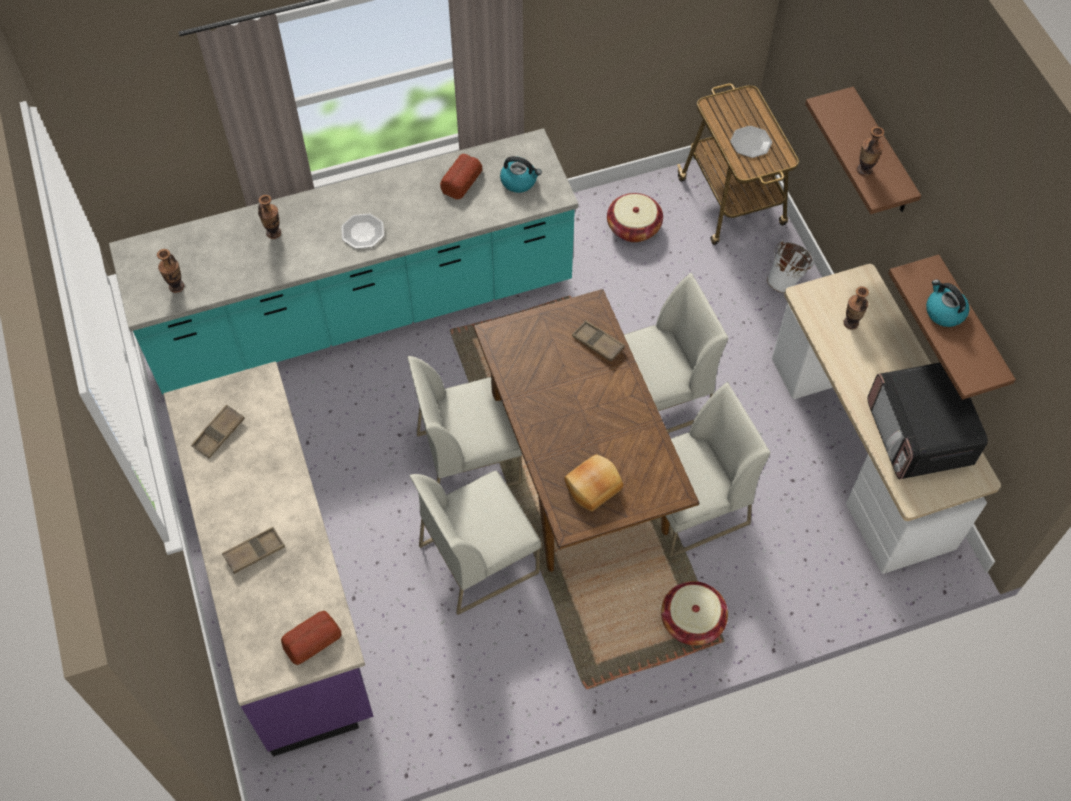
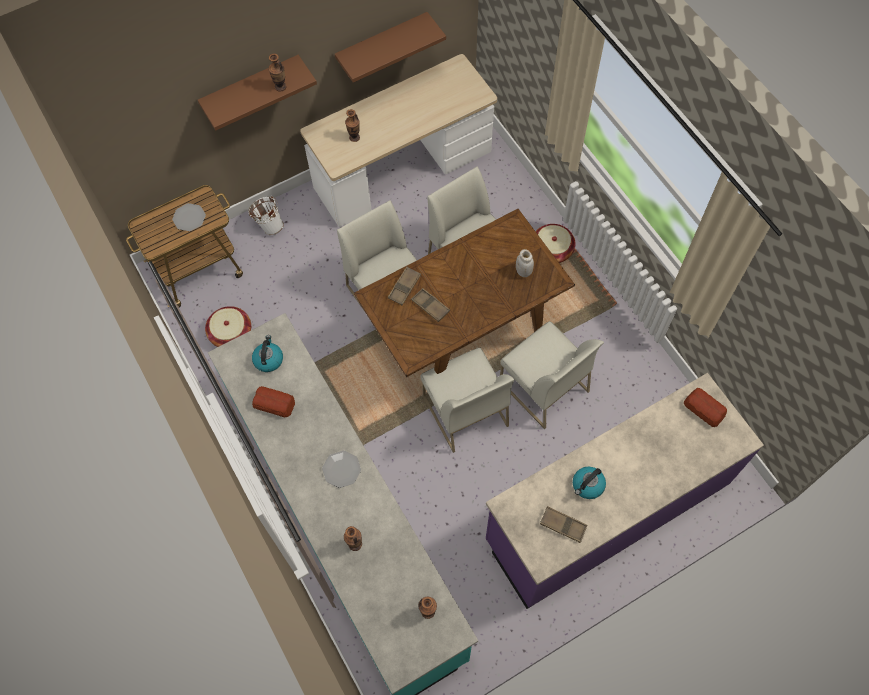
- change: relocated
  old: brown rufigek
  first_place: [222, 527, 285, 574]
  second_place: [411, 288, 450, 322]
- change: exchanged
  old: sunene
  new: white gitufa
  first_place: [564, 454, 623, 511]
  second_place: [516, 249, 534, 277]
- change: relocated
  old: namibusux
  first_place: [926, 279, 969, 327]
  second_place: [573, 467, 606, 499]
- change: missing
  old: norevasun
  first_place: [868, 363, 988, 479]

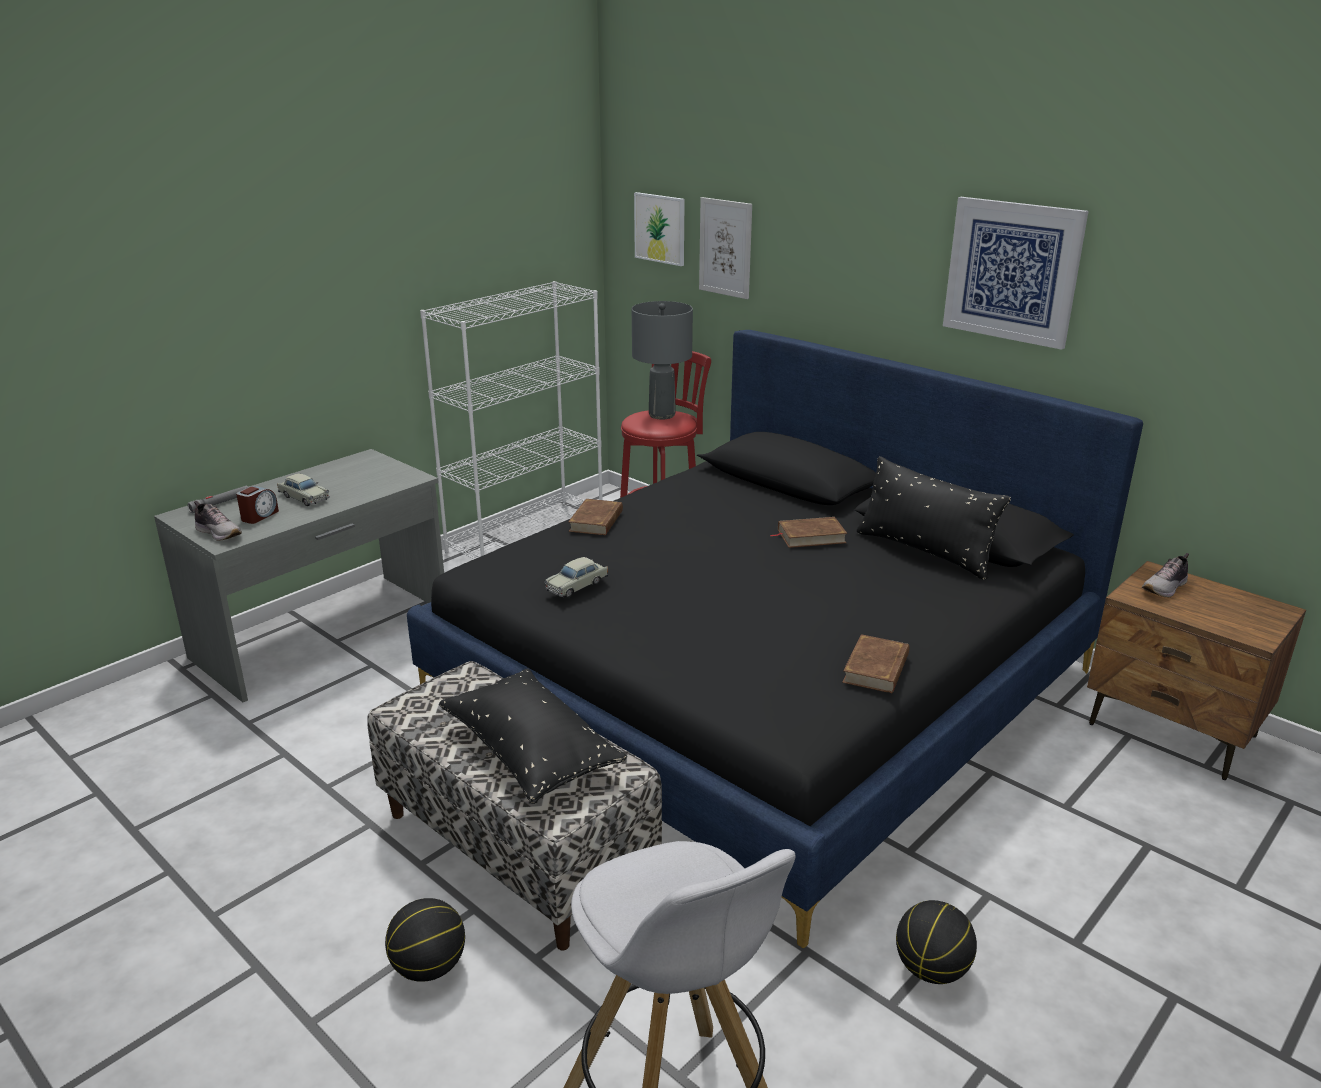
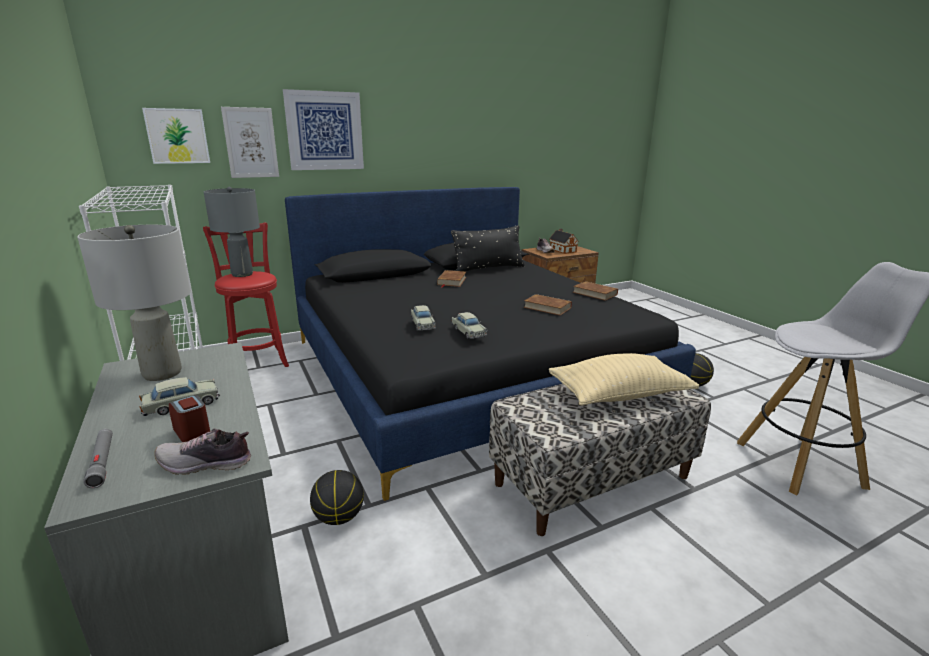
- change: appeared
  new: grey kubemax
  second_place: [77, 225, 191, 381]
- change: spun
  old: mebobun
  first_place: [194, 501, 242, 541]
  second_place: [155, 429, 251, 475]
  degrees: -150
- change: relocated
  old: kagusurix
  first_place: [943, 197, 1088, 350]
  second_place: [283, 89, 364, 170]
- change: relocated
  old: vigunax
  first_place: [385, 898, 465, 982]
  second_place: [310, 470, 364, 525]
- change: appeared
  new: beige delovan
  second_place: [411, 305, 436, 331]
- change: relocated
  old: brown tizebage
  first_place: [568, 499, 623, 535]
  second_place: [524, 294, 572, 315]
- change: appeared
  new: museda
  second_place: [549, 229, 579, 254]
- change: colour
  old: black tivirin
  new: beige tivirin
  first_place: [439, 668, 627, 804]
  second_place: [549, 353, 699, 406]

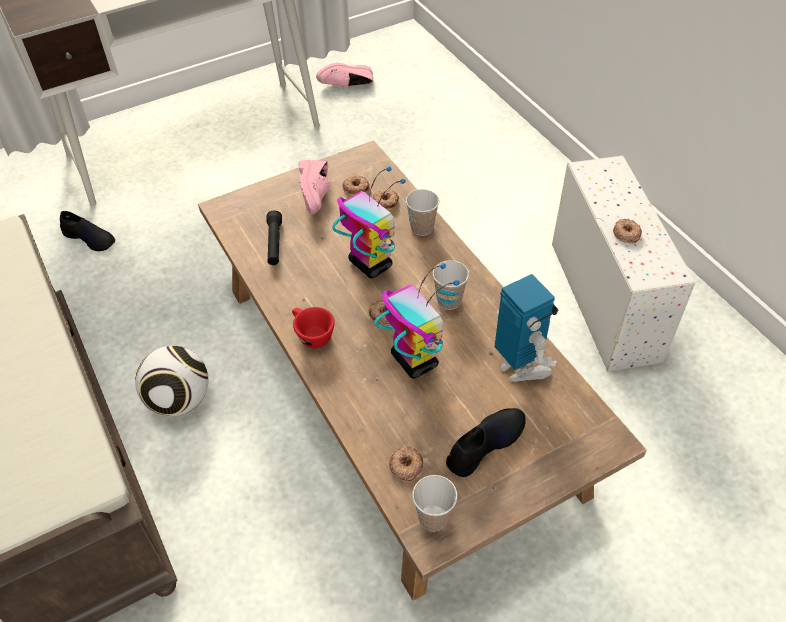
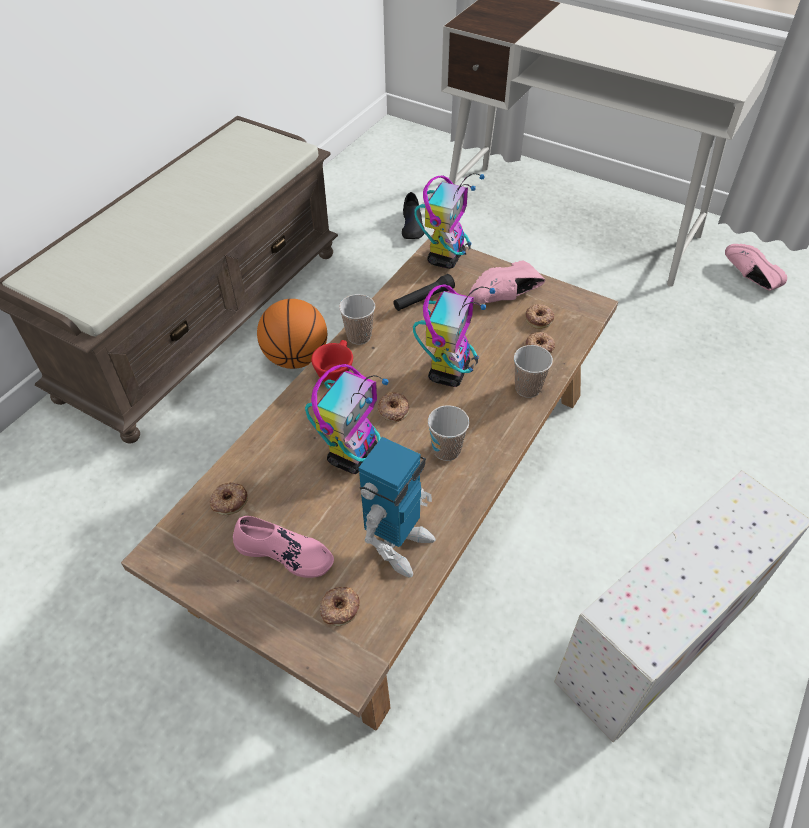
- change: colour
  old: black mebobun
  new: pink mebobun
  first_place: [446, 408, 526, 477]
  second_place: [233, 516, 334, 578]
- change: exchanged
  old: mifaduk
  new: vigunax
  first_place: [135, 346, 209, 417]
  second_place: [257, 299, 327, 369]
- change: relocated
  old: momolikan
  first_place: [613, 219, 642, 244]
  second_place: [320, 587, 360, 626]
- change: relocated
  old: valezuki
  first_place: [412, 475, 458, 532]
  second_place: [339, 294, 375, 345]
- change: appeared
  new: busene
  second_place: [414, 173, 485, 269]

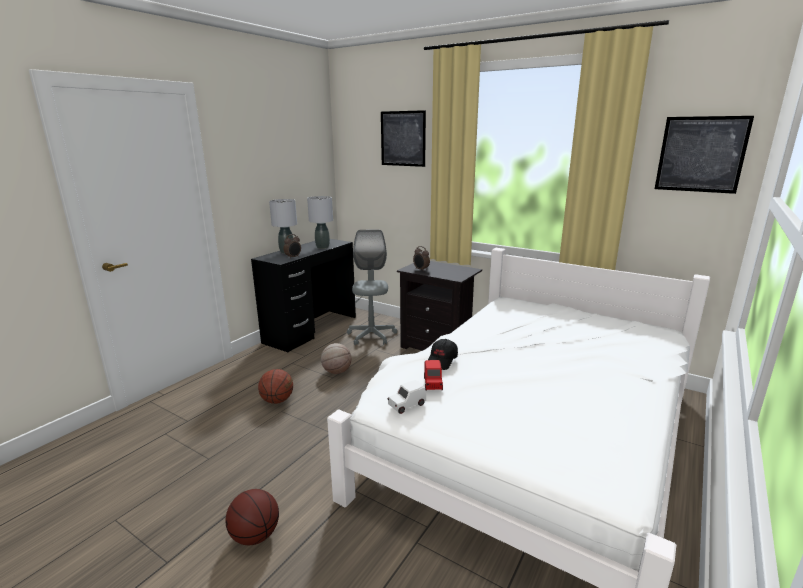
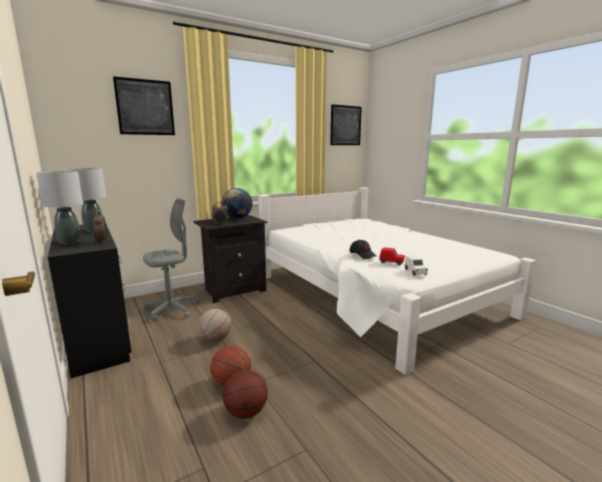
- change: spun
  old: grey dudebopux
  first_place: [347, 230, 397, 345]
  second_place: [143, 198, 199, 322]
  degrees: 120
- change: appeared
  new: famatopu
  second_place: [221, 188, 253, 219]
- change: relocated
  old: vigunax
  first_place: [226, 489, 279, 545]
  second_place: [223, 370, 268, 419]

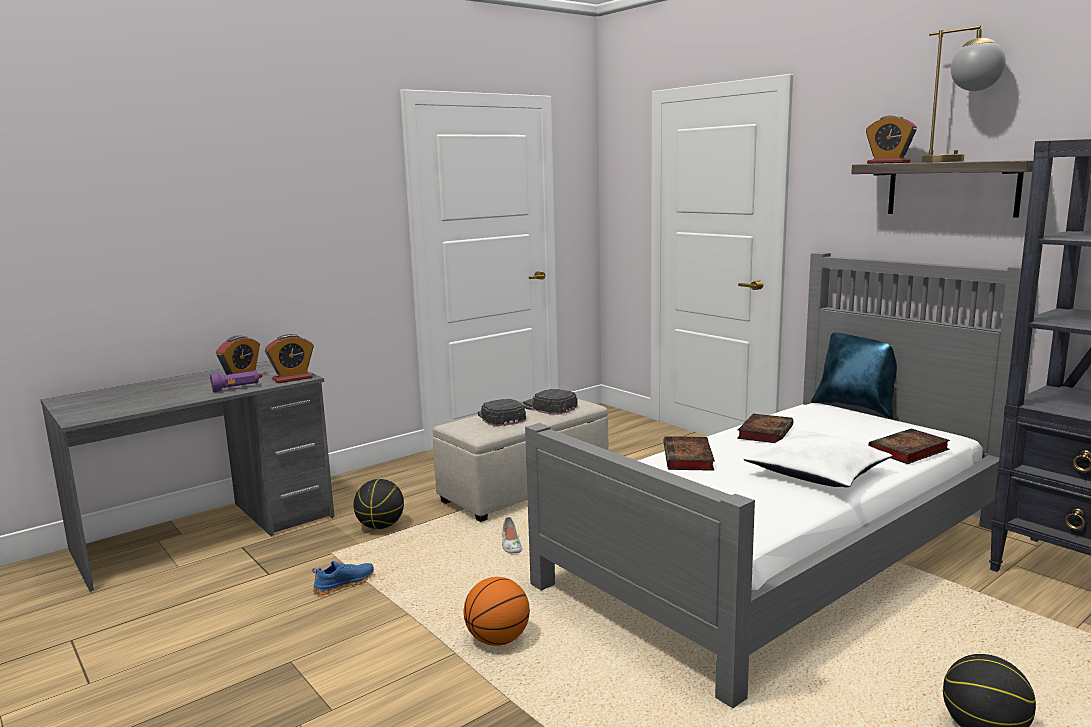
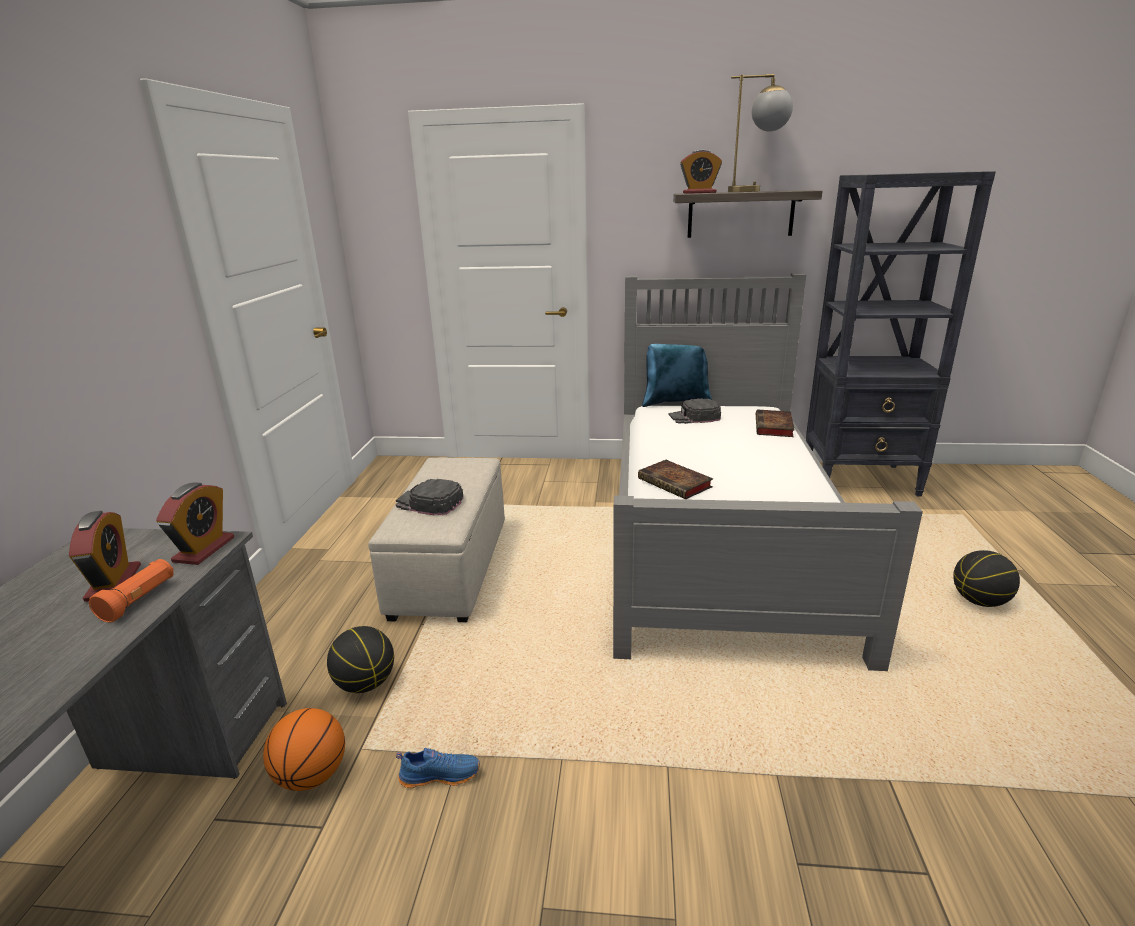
- change: colour
  old: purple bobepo
  new: orange bobepo
  first_place: [210, 370, 259, 392]
  second_place: [89, 559, 174, 622]
- change: relocated
  old: vigunax
  first_place: [464, 577, 530, 646]
  second_place: [263, 708, 345, 791]
- change: spun
  old: blue mebobun
  first_place: [312, 561, 374, 595]
  second_place: [396, 748, 480, 788]
  degrees: 75
- change: relocated
  old: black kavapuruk
  first_place: [523, 389, 578, 415]
  second_place: [668, 398, 721, 424]
- change: missing
  old: white mebobun
  first_place: [502, 517, 522, 554]
- change: missing
  old: tizebage
  first_place: [737, 414, 793, 443]
- change: missing
  old: white tivirin
  first_place: [743, 431, 892, 487]

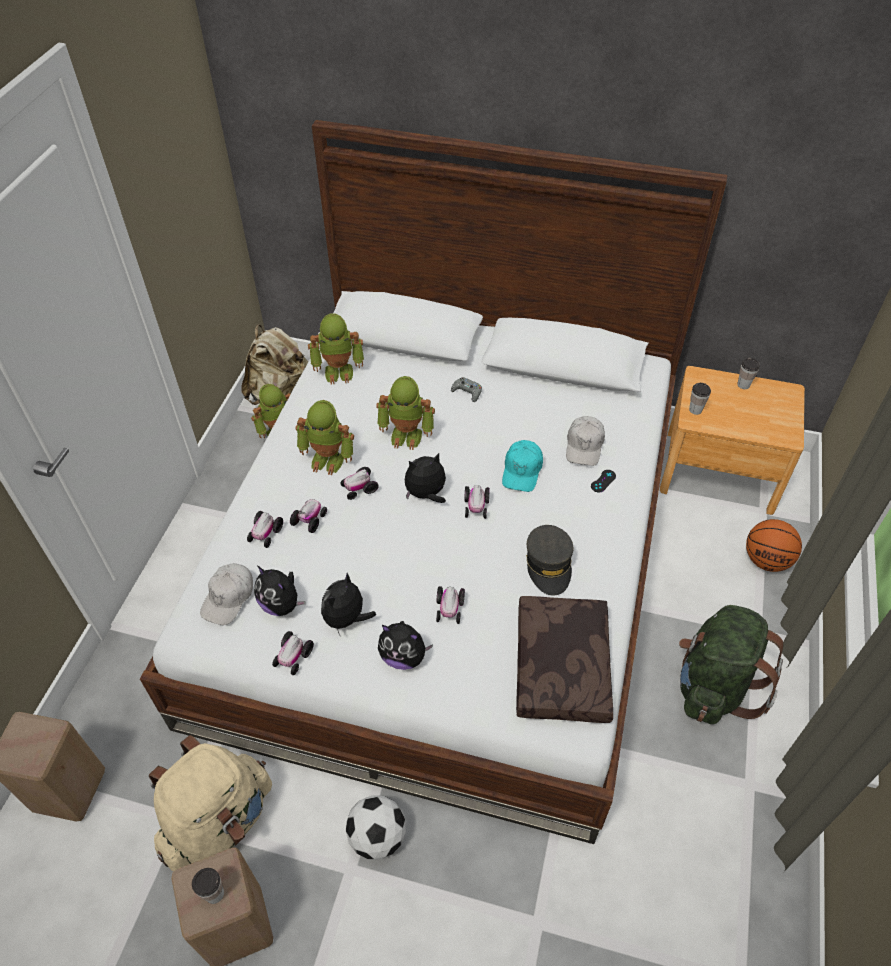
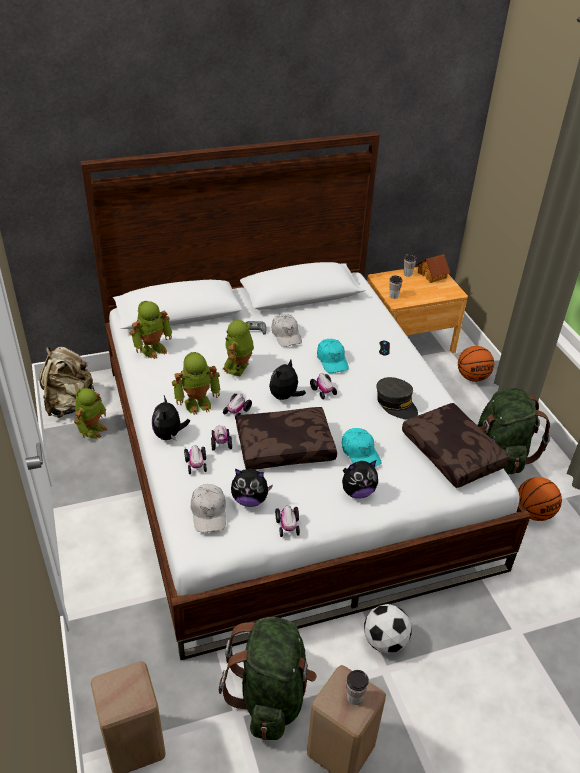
- change: relocated
  old: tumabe
  first_place: [321, 573, 376, 635]
  second_place: [152, 395, 190, 441]
- change: colour
  old: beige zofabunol
  new: green zofabunol
  first_place: [149, 735, 272, 872]
  second_place: [219, 617, 317, 740]
- change: spun
  old: busene
  first_place: [376, 376, 435, 450]
  second_place: [223, 320, 254, 376]
  degrees: 135
- change: appeared
  new: brown tivirin
  second_place: [236, 407, 337, 470]
- change: relocated
  old: white kavapuruk
  first_place: [566, 416, 605, 466]
  second_place: [272, 314, 302, 347]
- change: exchanged
  old: delovan
  new: turquoise kavapuruk
  first_place: [436, 586, 465, 624]
  second_place: [342, 428, 381, 467]
- change: appeared
  new: museda
  second_place: [416, 254, 450, 283]
- change: appeared
  new: vigunax
  second_place: [518, 477, 562, 521]

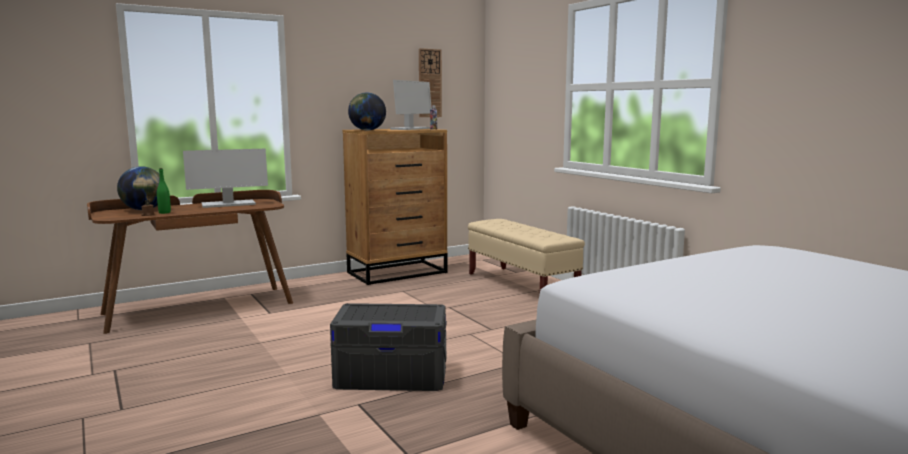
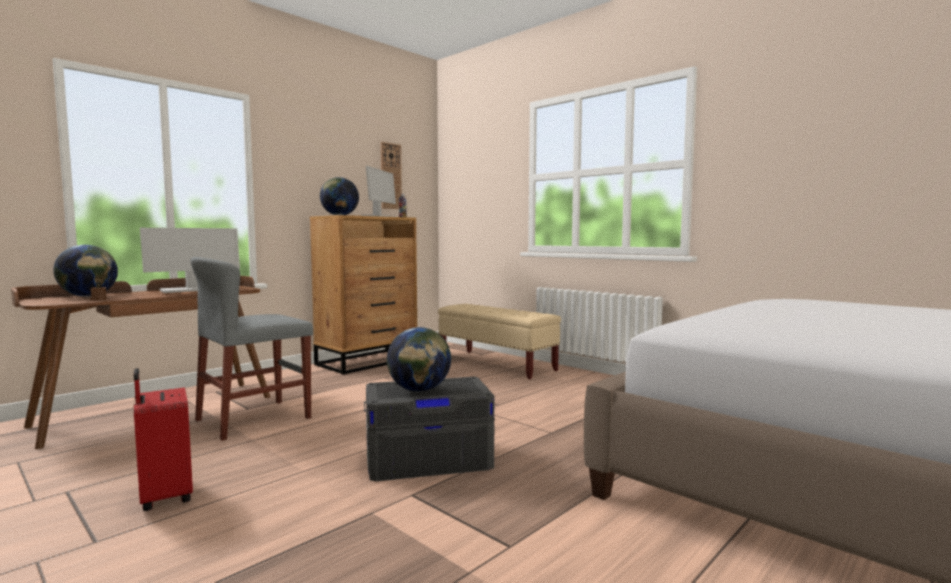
- change: appeared
  new: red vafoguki
  second_place: [134, 368, 193, 511]
- change: appeared
  new: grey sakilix
  second_place: [190, 257, 313, 441]
- change: appeared
  new: famatopu
  second_place: [387, 327, 451, 392]
- change: missing
  old: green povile
  first_place: [157, 168, 171, 214]

